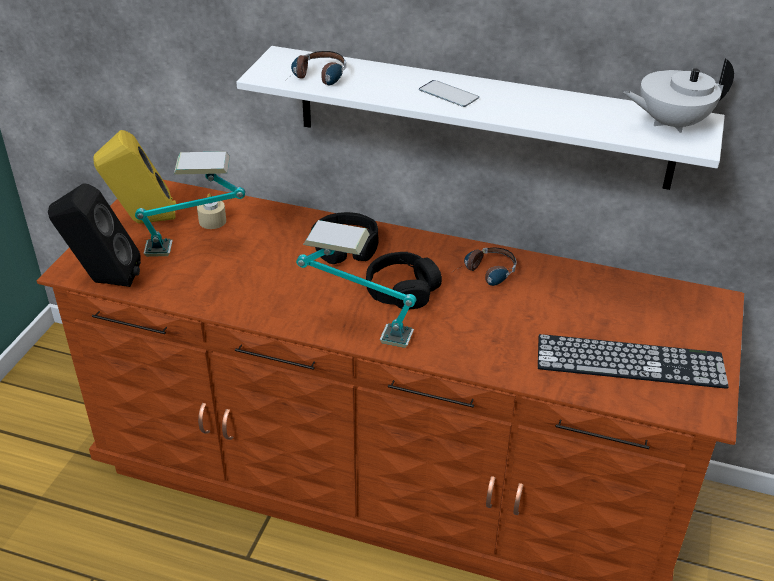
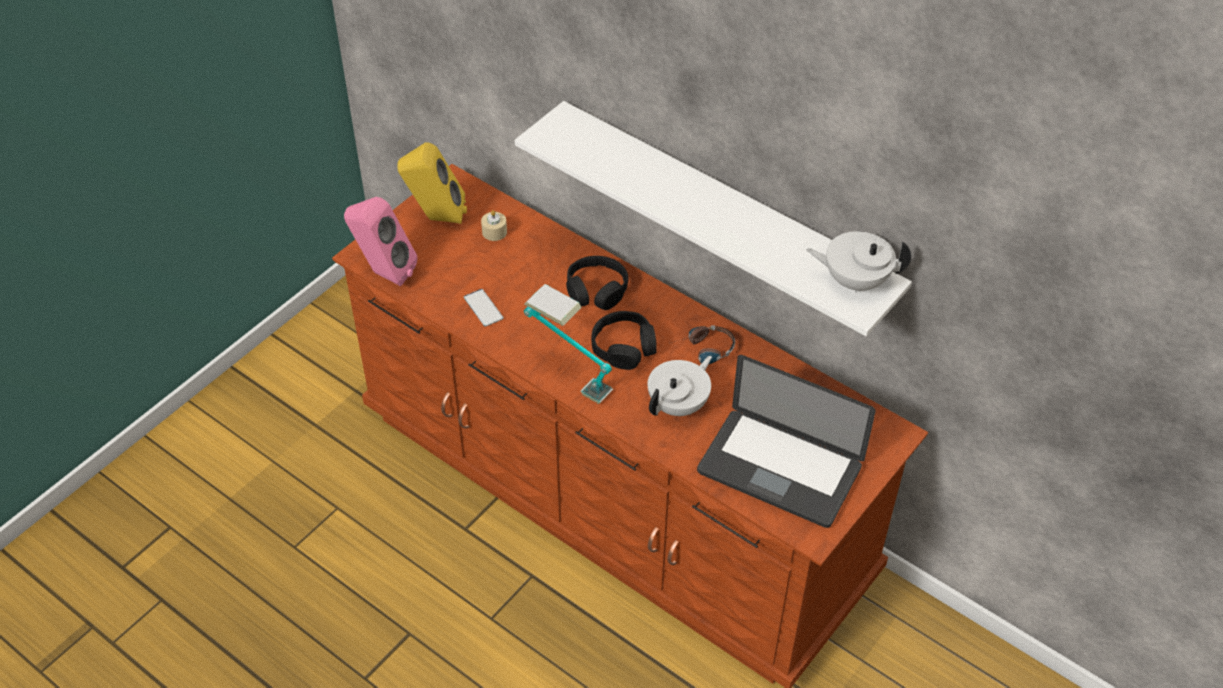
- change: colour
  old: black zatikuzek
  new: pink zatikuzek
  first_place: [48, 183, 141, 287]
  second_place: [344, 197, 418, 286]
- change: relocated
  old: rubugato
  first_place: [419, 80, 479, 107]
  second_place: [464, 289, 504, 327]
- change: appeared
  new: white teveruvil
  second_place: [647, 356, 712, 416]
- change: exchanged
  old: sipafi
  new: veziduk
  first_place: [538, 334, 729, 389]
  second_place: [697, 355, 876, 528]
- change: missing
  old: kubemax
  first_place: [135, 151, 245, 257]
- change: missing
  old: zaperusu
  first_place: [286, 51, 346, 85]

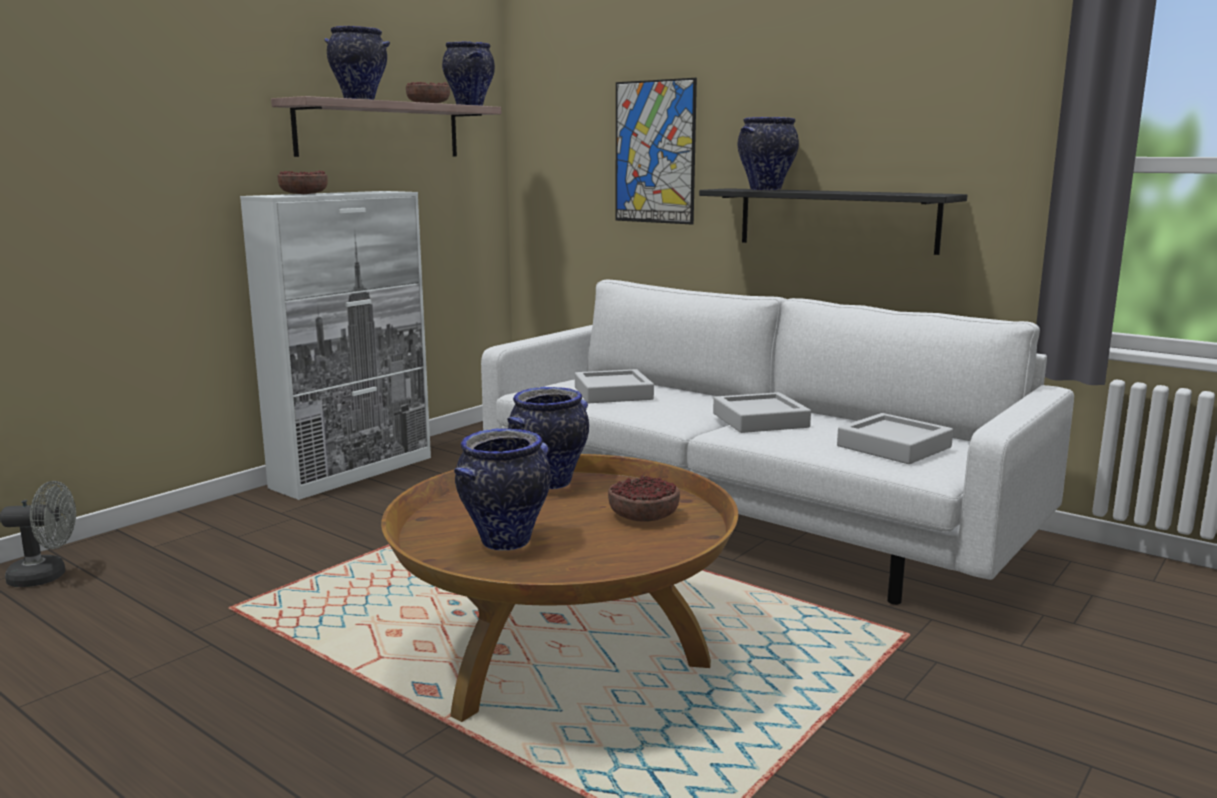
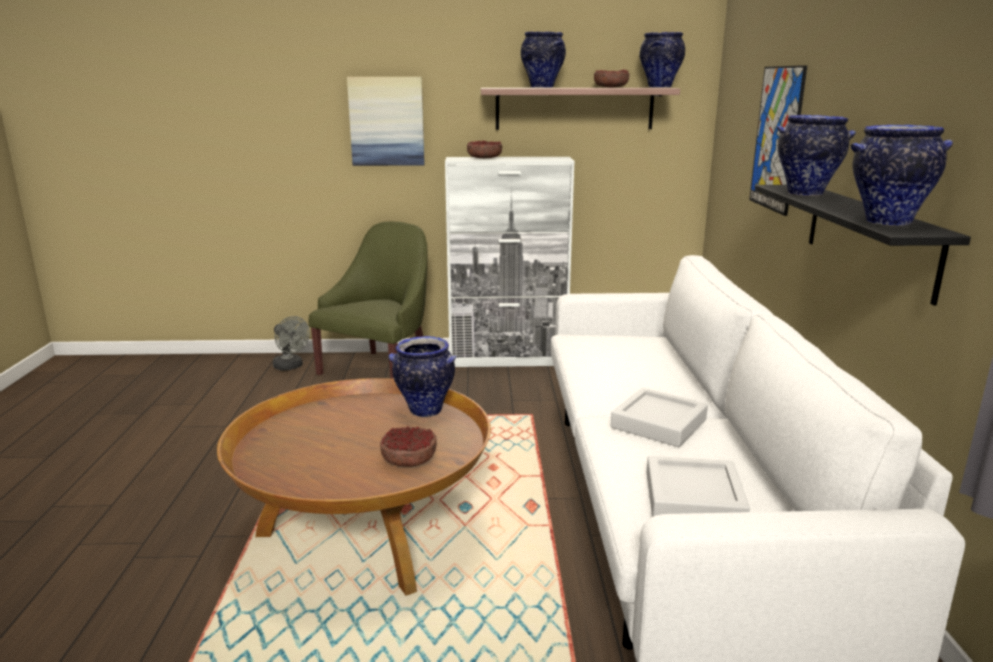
- change: appeared
  new: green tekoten
  second_place: [308, 222, 428, 379]
- change: appeared
  new: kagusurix
  second_place: [347, 77, 425, 166]
- change: relocated
  old: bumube
  first_place: [454, 428, 551, 550]
  second_place: [851, 125, 953, 226]
- change: missing
  old: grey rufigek
  first_place: [575, 369, 654, 403]

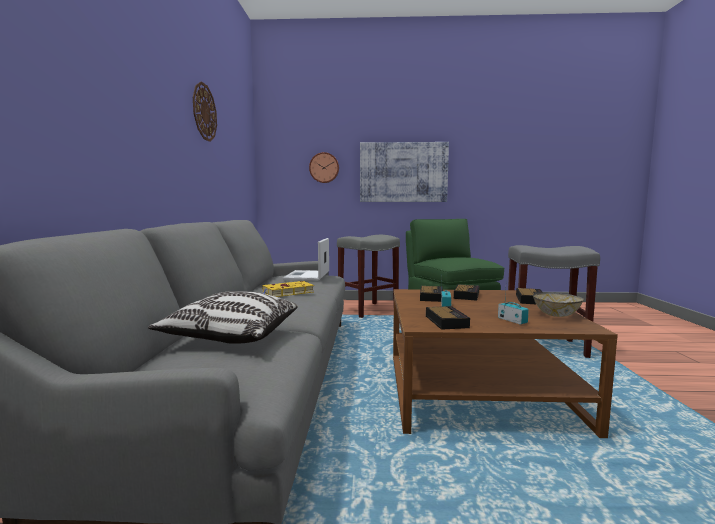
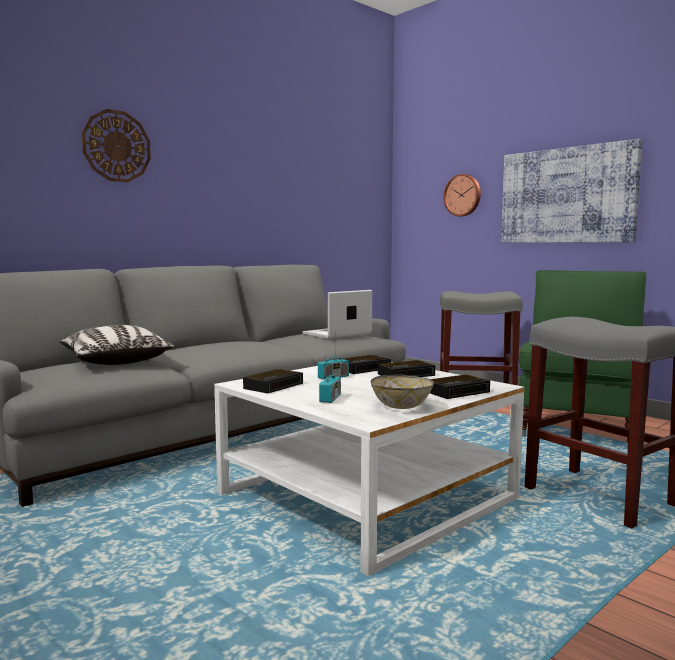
- change: relocated
  old: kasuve
  first_place: [193, 81, 217, 142]
  second_place: [82, 109, 151, 182]
- change: colour
  old: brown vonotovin
  new: white vonotovin
  first_place: [393, 289, 618, 438]
  second_place: [214, 362, 524, 576]
- change: missing
  old: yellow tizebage
  first_place: [262, 281, 314, 297]

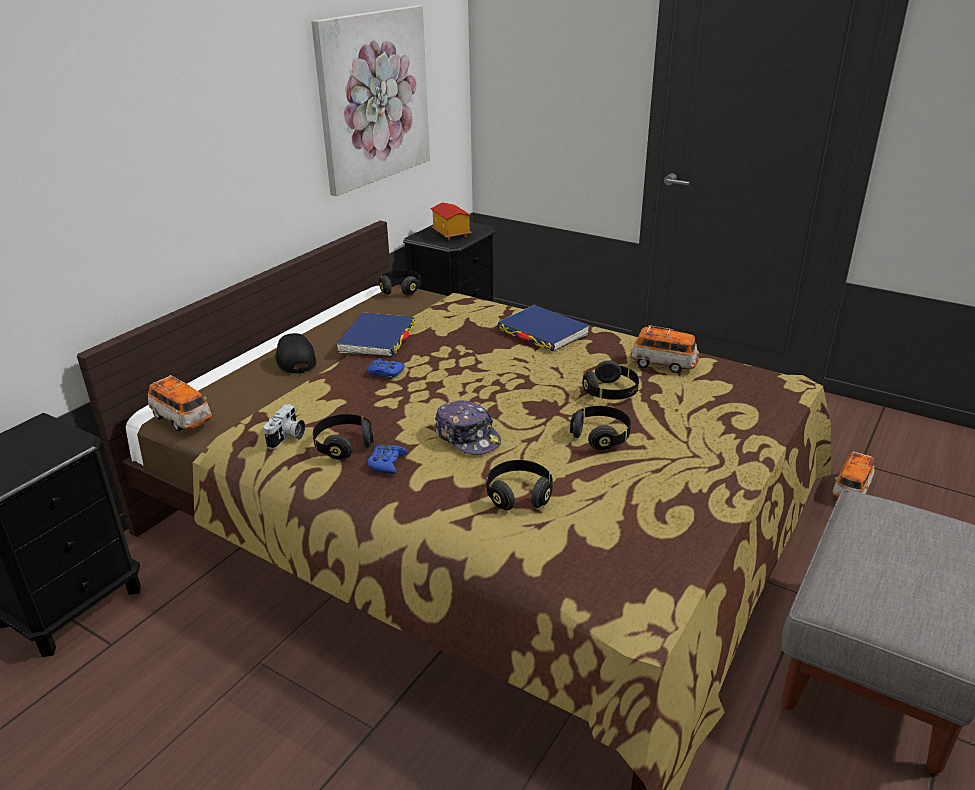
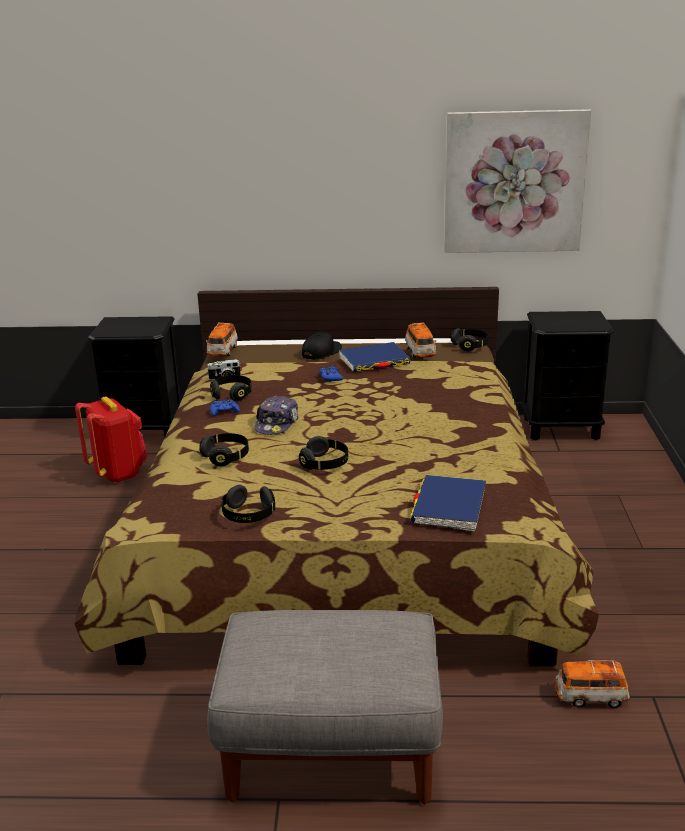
- change: appeared
  new: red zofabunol
  second_place: [75, 397, 148, 483]
- change: relocated
  old: black zaperusu
  first_place: [582, 360, 639, 400]
  second_place: [221, 485, 275, 523]
- change: relocated
  old: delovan
  first_place: [630, 325, 699, 373]
  second_place: [405, 322, 436, 358]
- change: relocated
  old: blue tizebage
  first_place: [497, 305, 590, 351]
  second_place: [410, 475, 486, 532]
- change: missing
  old: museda
  first_place: [431, 202, 472, 240]

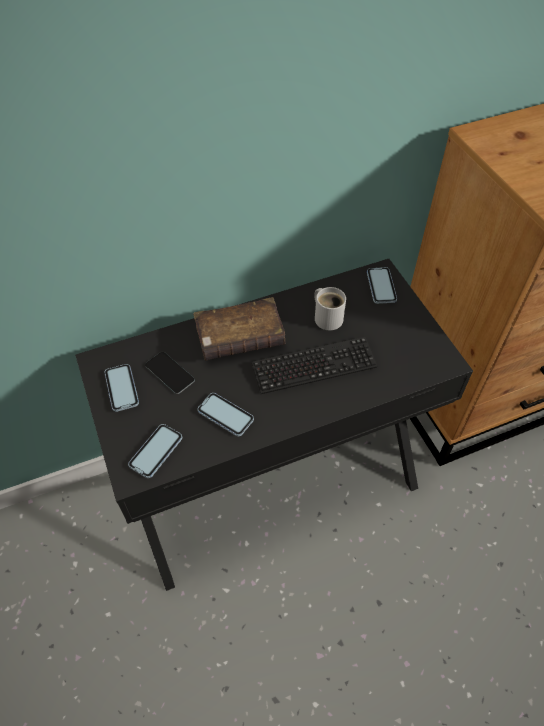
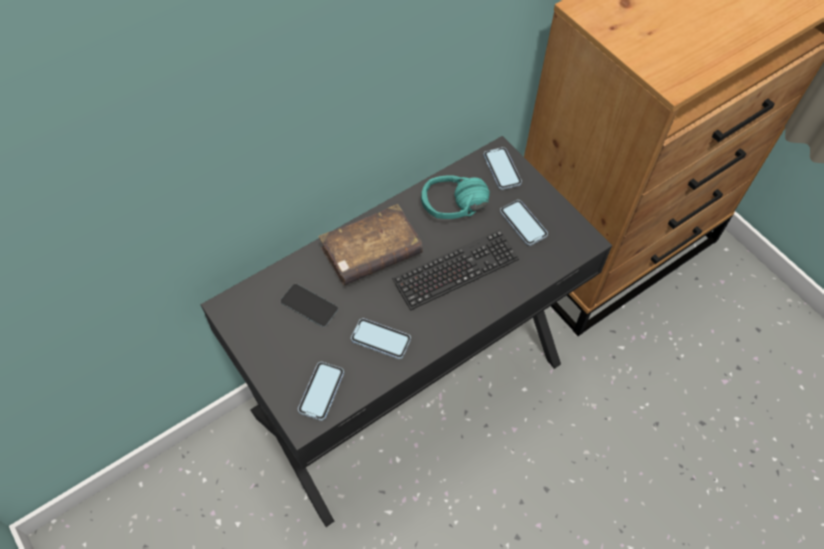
- change: exchanged
  old: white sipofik
  new: turquoise zaperusu
  first_place: [314, 287, 346, 330]
  second_place: [421, 176, 490, 219]
- change: relocated
  old: rubugato
  first_place: [104, 364, 139, 412]
  second_place: [500, 200, 548, 246]

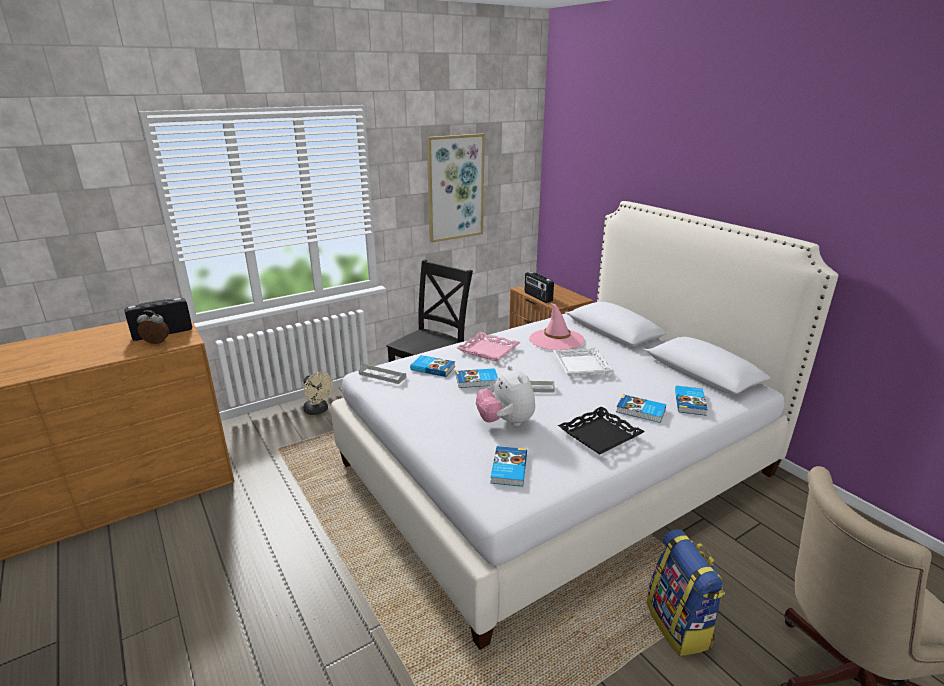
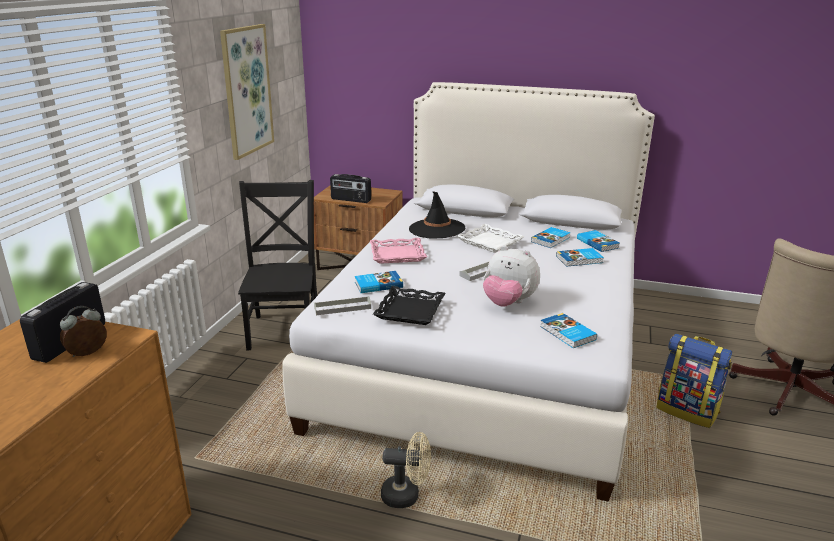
- change: relocated
  old: black rufigek
  first_place: [558, 406, 645, 455]
  second_place: [373, 286, 445, 325]
- change: relocated
  old: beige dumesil
  first_place: [303, 372, 333, 415]
  second_place: [381, 432, 431, 508]
- change: colour
  old: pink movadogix
  new: black movadogix
  first_place: [529, 303, 585, 350]
  second_place: [409, 191, 465, 239]
- change: relocated
  old: tizebage
  first_place: [456, 368, 498, 388]
  second_place: [531, 227, 571, 248]

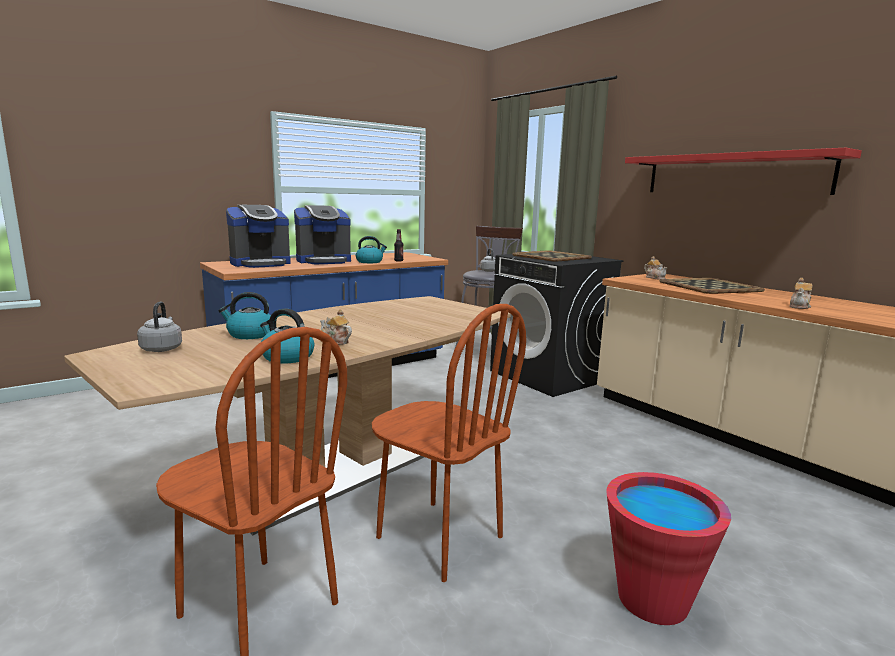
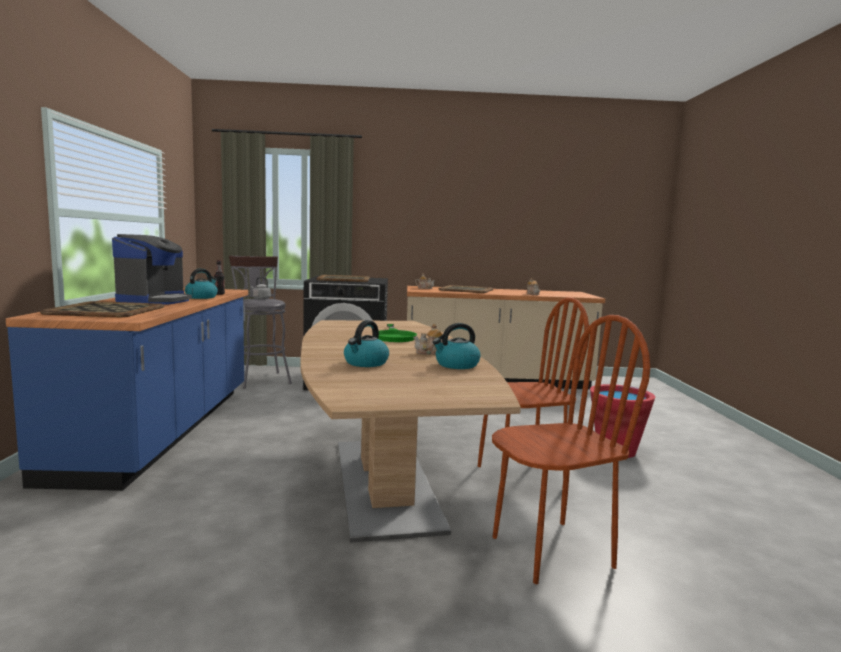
- change: exchanged
  old: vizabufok
  new: rufigek
  first_place: [226, 205, 291, 268]
  second_place: [40, 301, 164, 317]
- change: appeared
  new: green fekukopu
  second_place: [378, 324, 417, 342]
- change: missing
  old: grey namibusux
  first_place: [137, 301, 182, 352]
- change: missing
  old: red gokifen
  first_place: [625, 148, 862, 195]

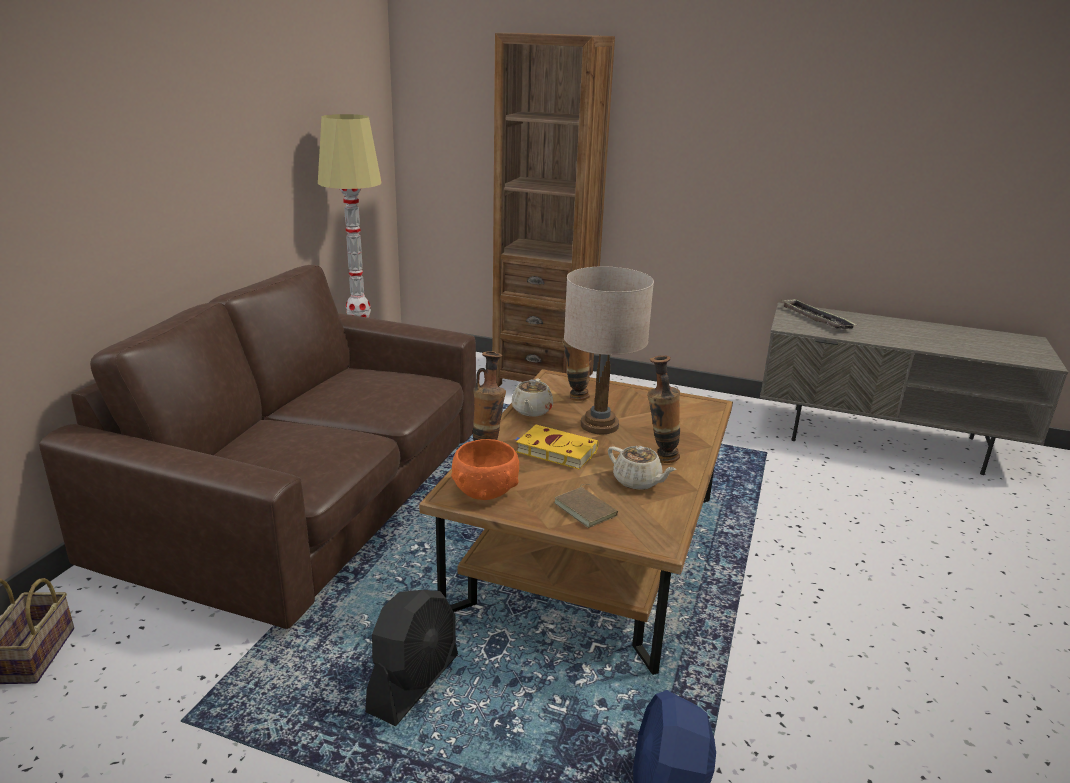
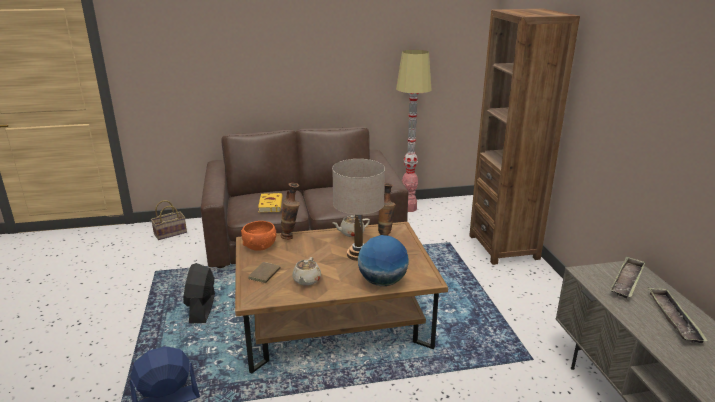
- change: spun
  old: black dumesil
  first_place: [365, 590, 458, 726]
  second_place: [184, 263, 215, 324]
  degrees: 90
- change: relocated
  old: yellow tizebage
  first_place: [515, 425, 599, 470]
  second_place: [258, 193, 283, 212]
- change: appeared
  new: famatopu
  second_place: [358, 235, 409, 286]
- change: appeared
  new: rufigek
  second_place: [648, 287, 708, 343]
- change: missing
  old: bumube
  first_place: [647, 356, 680, 463]

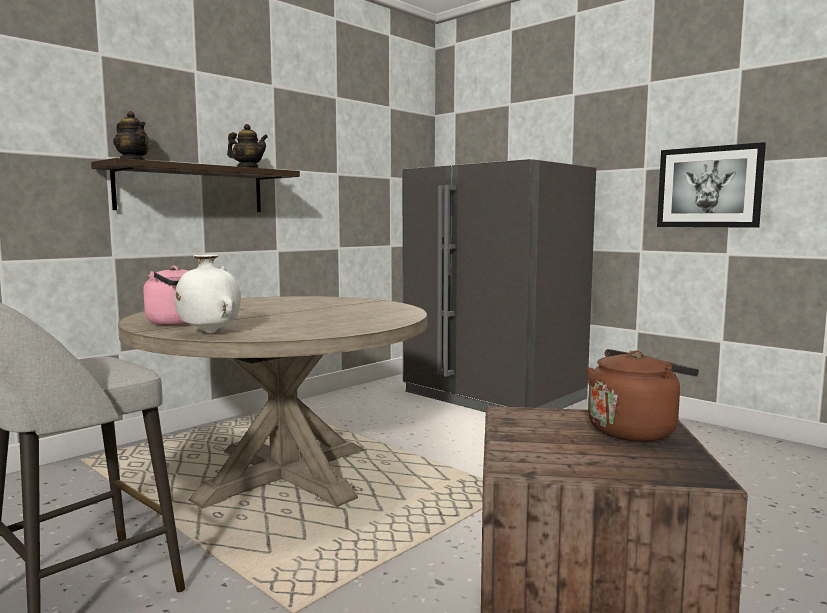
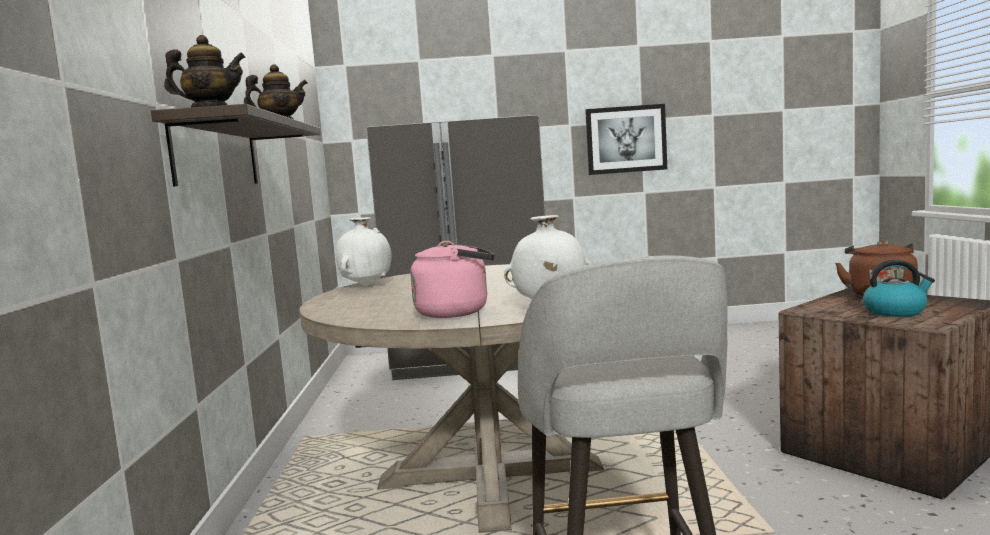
- change: appeared
  new: white bumube
  second_place: [335, 217, 392, 286]
- change: appeared
  new: namibusux
  second_place: [863, 260, 935, 317]

